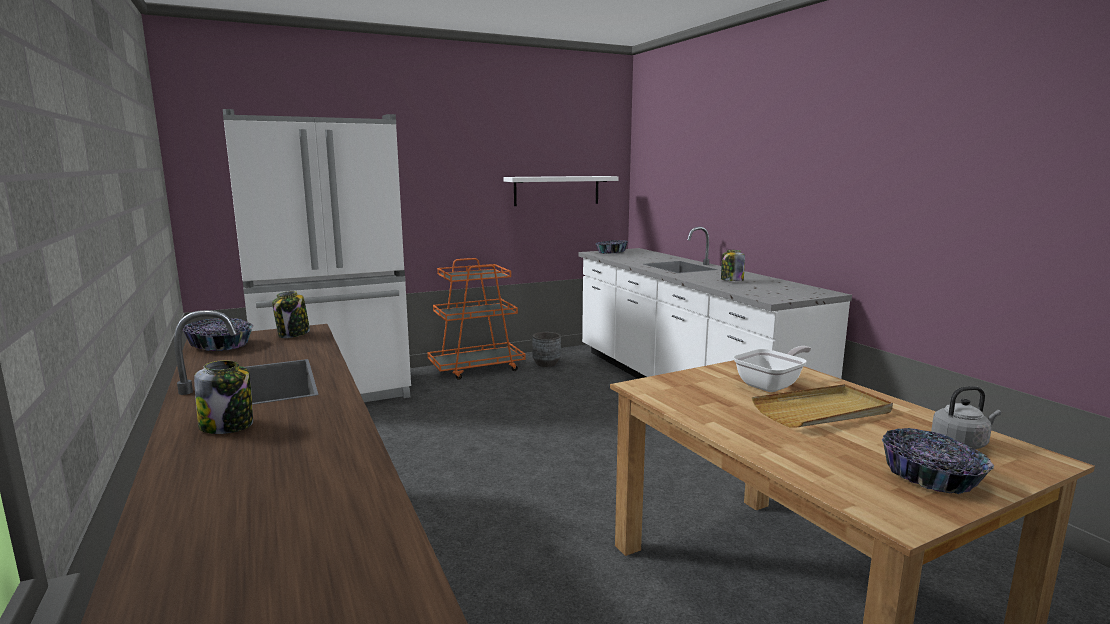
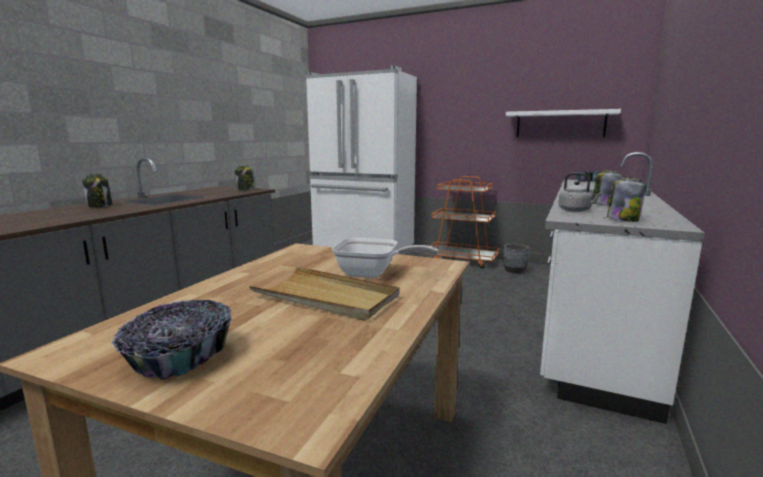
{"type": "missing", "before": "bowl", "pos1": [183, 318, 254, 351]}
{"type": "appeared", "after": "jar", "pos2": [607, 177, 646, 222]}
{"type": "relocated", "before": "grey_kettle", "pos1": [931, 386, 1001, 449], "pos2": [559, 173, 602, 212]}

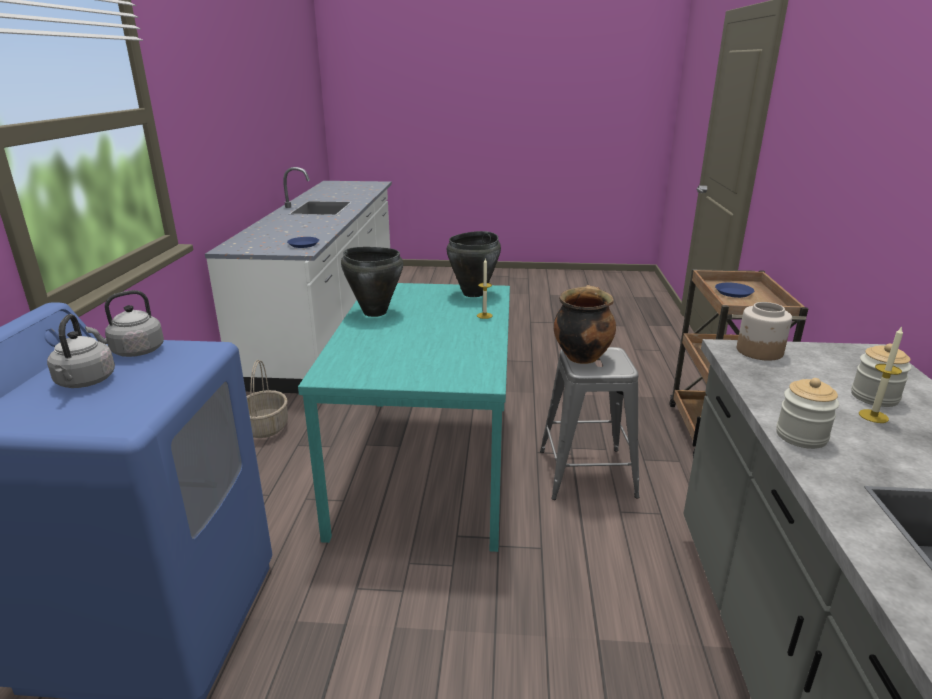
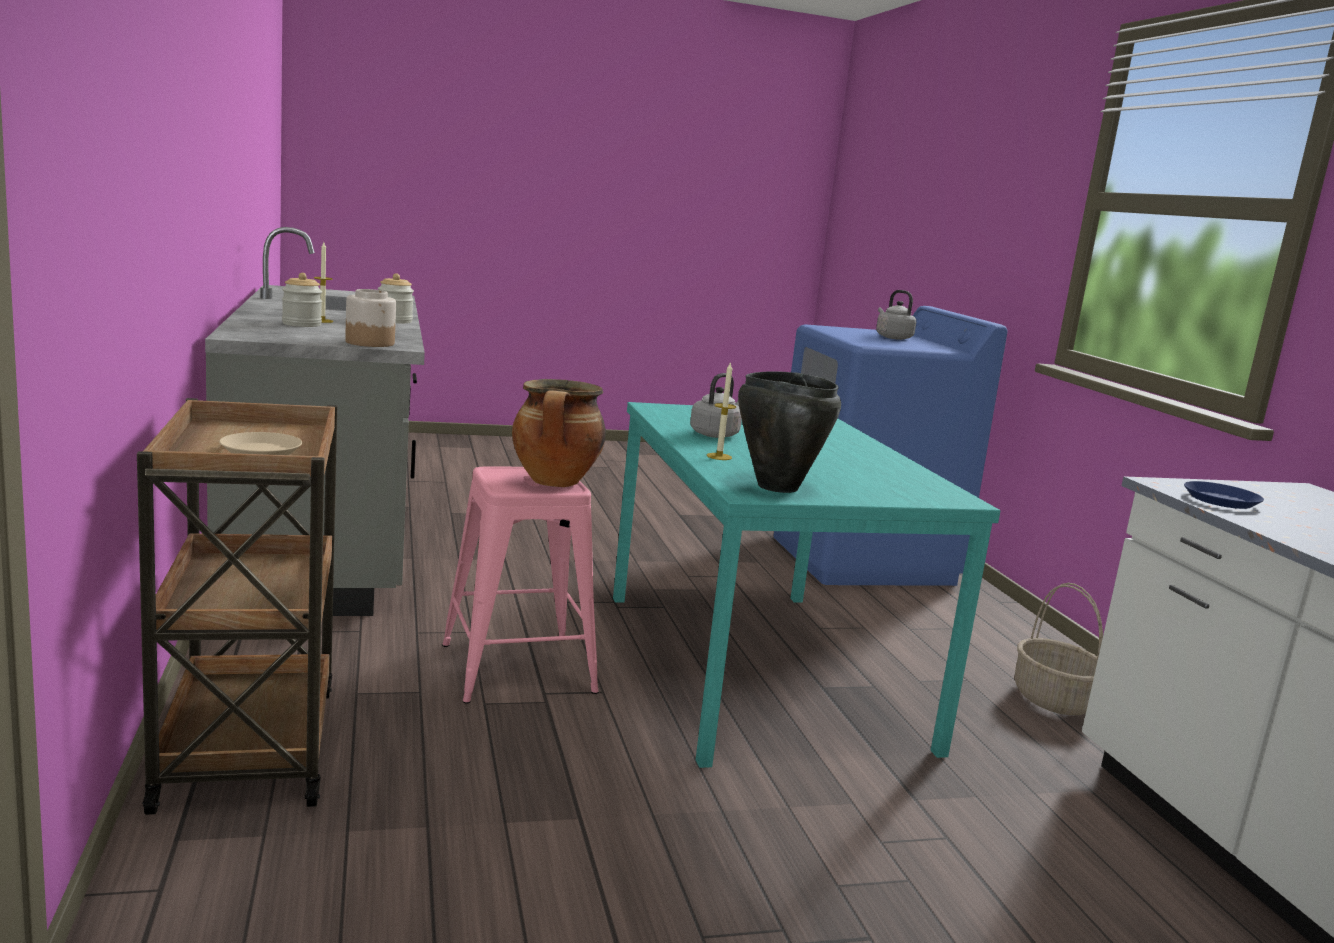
{"type": "missing", "before": "black_cooking_pot", "pos1": [341, 247, 403, 317]}
{"type": "relocated", "before": "grey_kettle", "pos1": [85, 290, 164, 357], "pos2": [690, 373, 742, 438]}
{"type": "colour", "before": "grey_stool", "after": "pink_stool", "pos1": [540, 347, 639, 500], "pos2": [442, 466, 599, 704]}
{"type": "colour", "before": "blue_plate", "after": "beige_plate", "pos1": [715, 283, 754, 298], "pos2": [219, 432, 302, 455]}

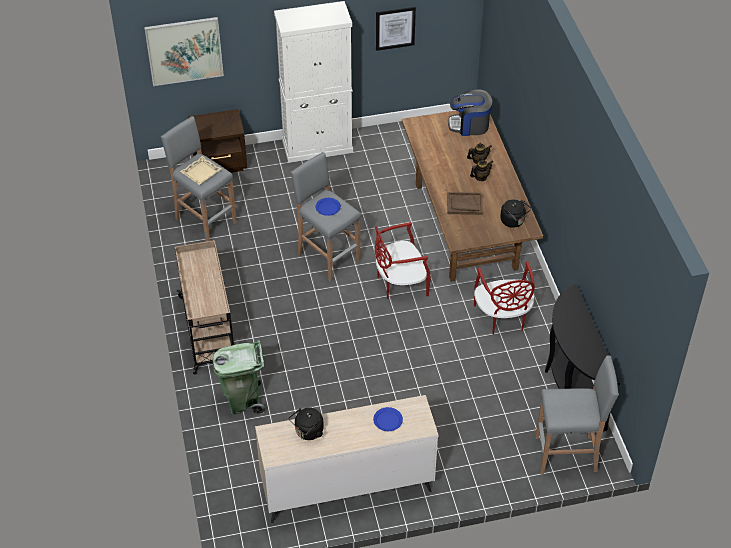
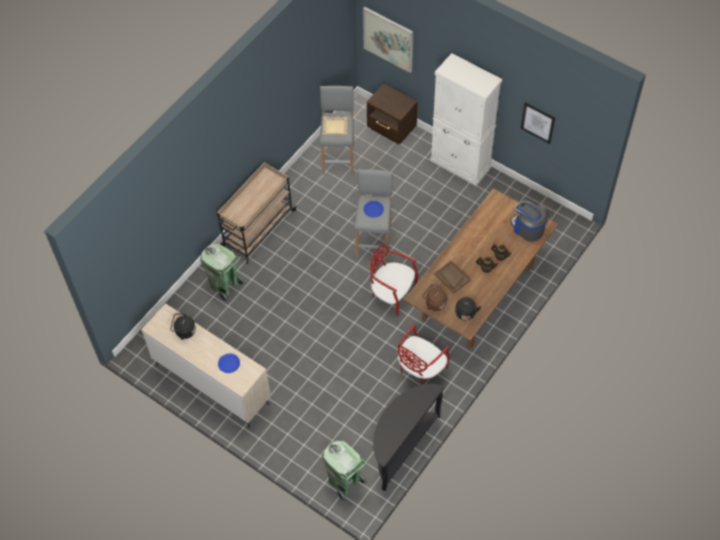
{"type": "appeared", "after": "brown_kettle", "pos2": [422, 283, 447, 311]}
{"type": "exchanged", "before": "grey_stool", "after": "green_trash_can", "pos1": [535, 355, 619, 475], "pos2": [322, 441, 368, 502]}

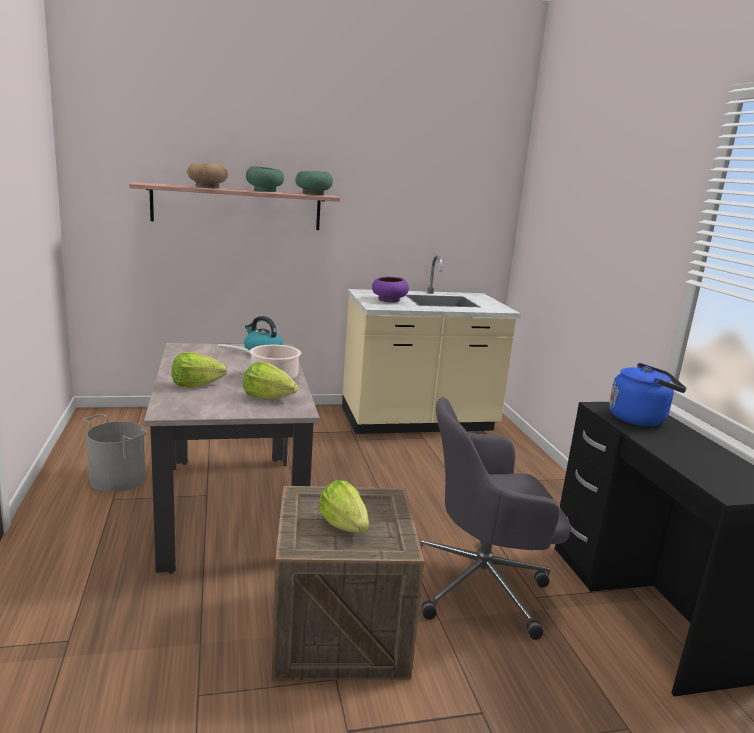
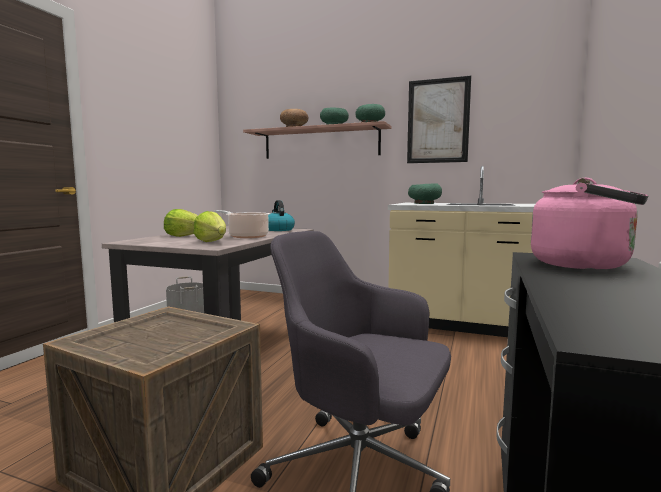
{"type": "missing", "before": "lettuce", "pos1": [319, 480, 369, 533]}
{"type": "appeared", "after": "picture", "pos2": [407, 76, 471, 163]}
{"type": "colour", "before": "purple_bowl", "after": "green_bowl", "pos1": [372, 277, 409, 303], "pos2": [408, 183, 442, 204]}
{"type": "colour", "before": "blue_kettle", "after": "pink_kettle", "pos1": [609, 363, 687, 426], "pos2": [531, 178, 649, 270]}

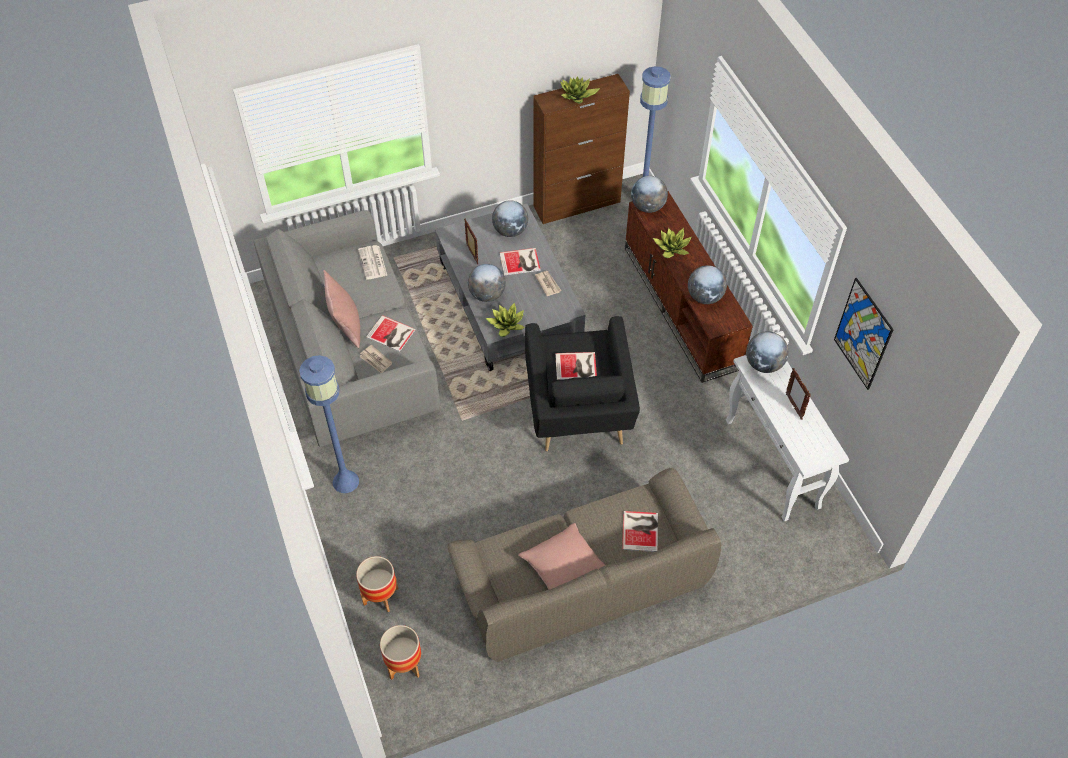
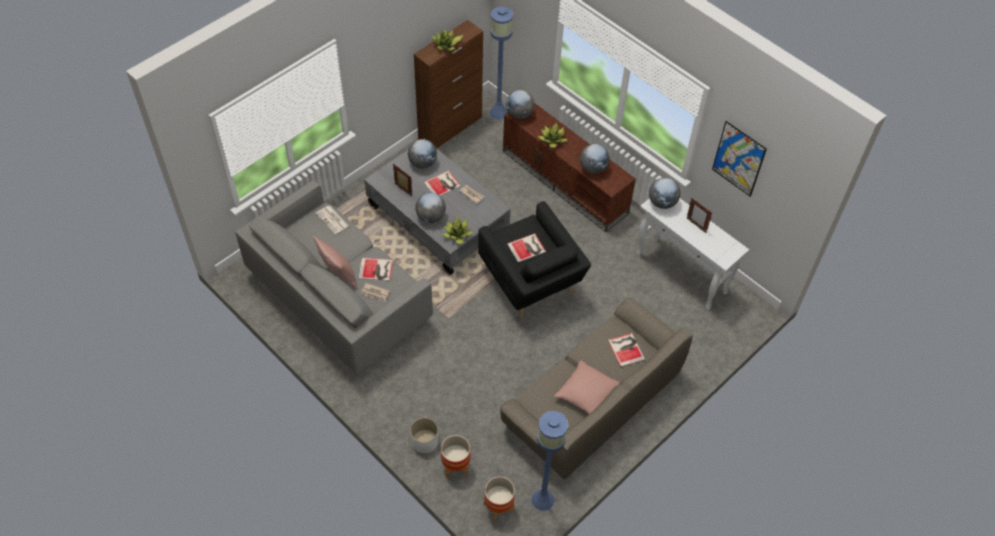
{"type": "appeared", "after": "white_planter", "pos2": [410, 418, 438, 453]}
{"type": "relocated", "before": "blue_floor_lamp", "pos1": [299, 355, 359, 493], "pos2": [531, 411, 568, 511]}

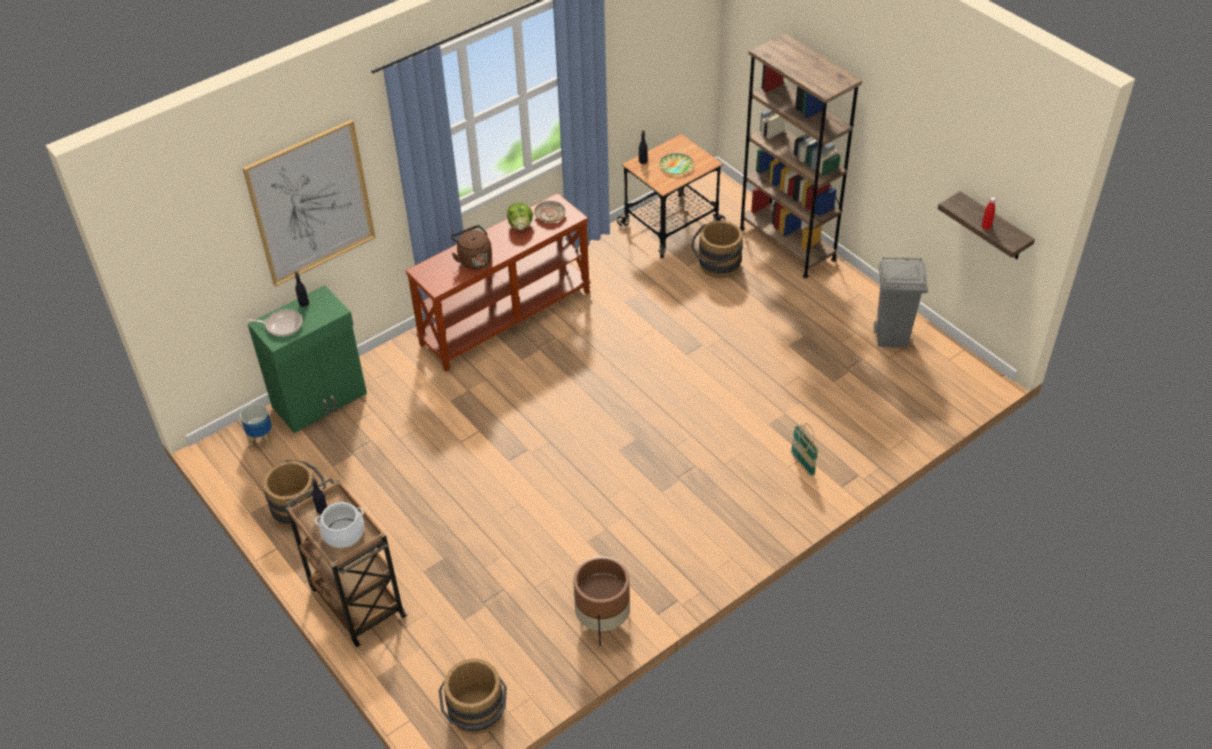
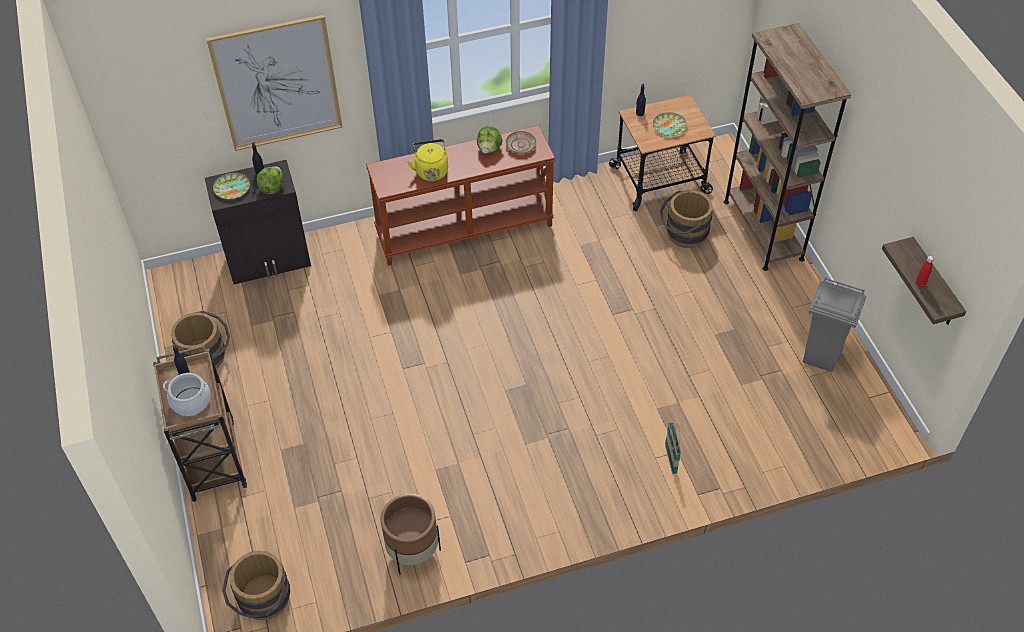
{"type": "missing", "before": "planter", "pos1": [240, 403, 273, 446]}
{"type": "appeared", "after": "lettuce", "pos2": [257, 167, 284, 194]}
{"type": "exchanged", "before": "frying_pan", "after": "plate", "pos1": [247, 309, 303, 337], "pos2": [213, 173, 250, 199]}
{"type": "colour", "before": "green_cabinet", "after": "black_cabinet", "pos1": [248, 285, 367, 433], "pos2": [205, 160, 311, 284]}
{"type": "colour", "before": "brown_kettle", "after": "yellow_kettle", "pos1": [451, 225, 492, 269], "pos2": [407, 139, 448, 181]}

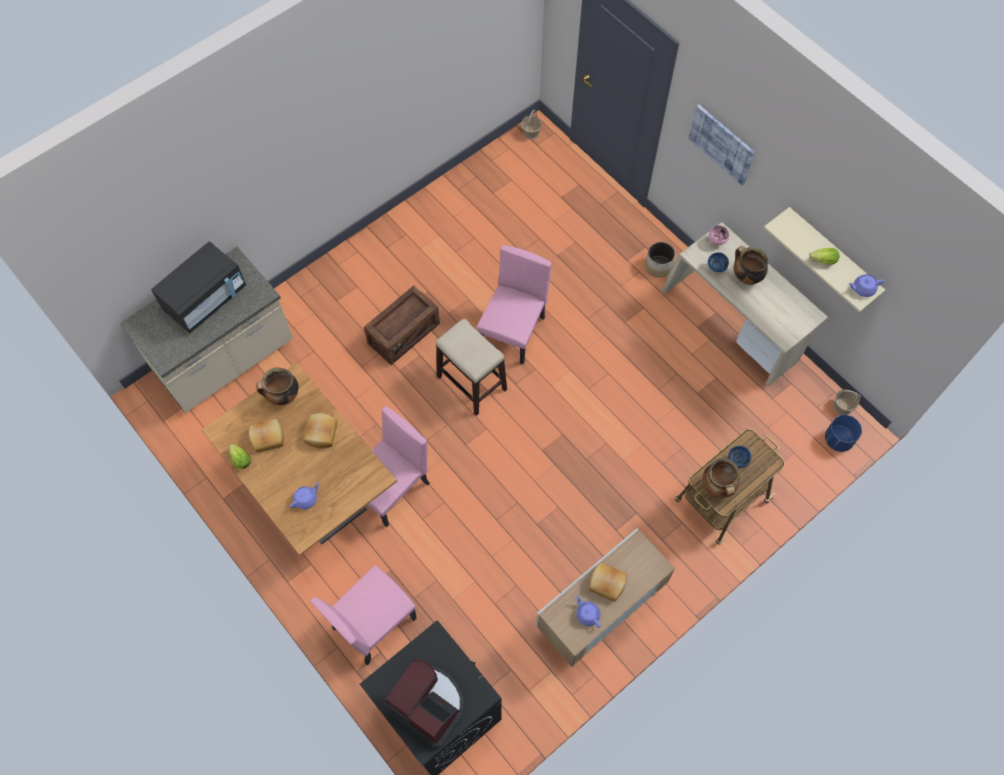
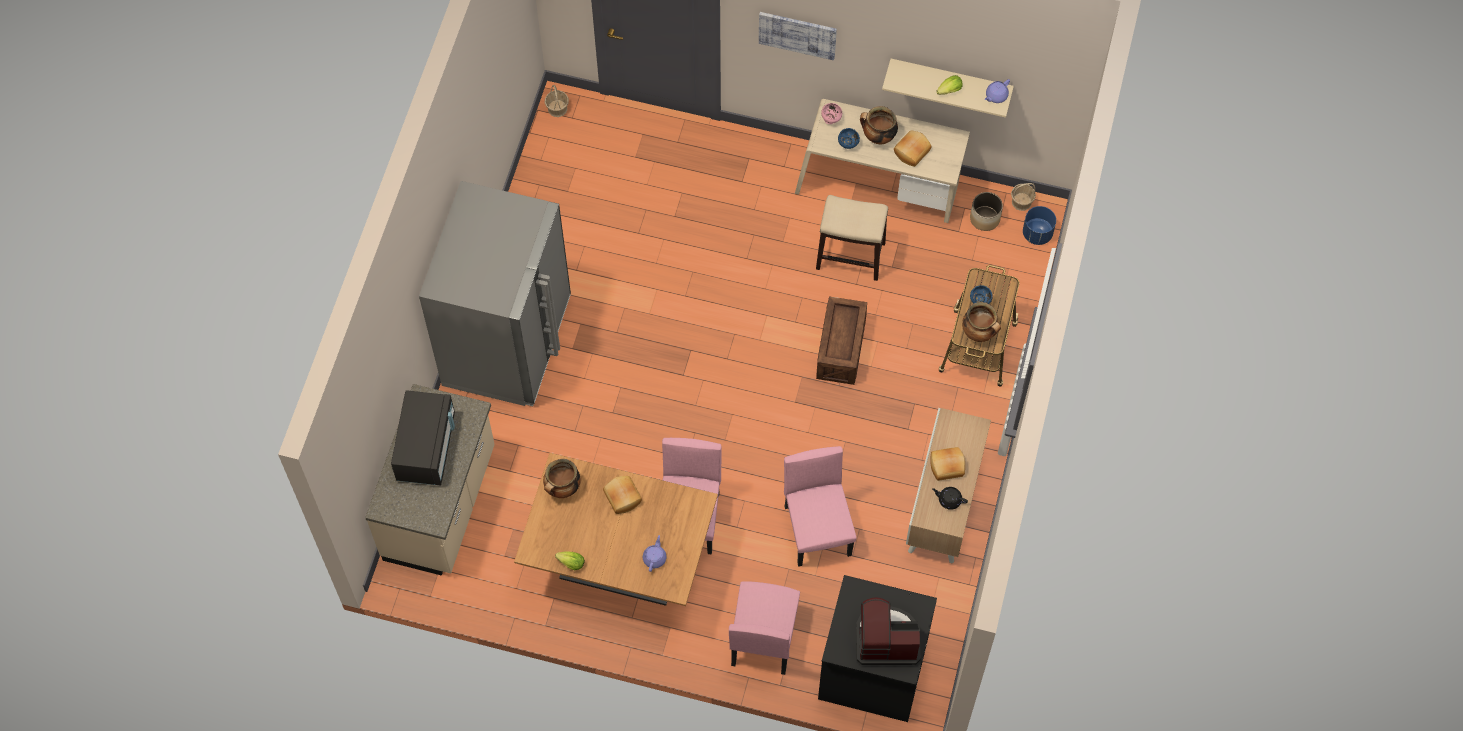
{"type": "appeared", "after": "grey_fridge", "pos2": [419, 181, 571, 406]}
{"type": "relocated", "before": "bread", "pos1": [249, 418, 284, 453], "pos2": [894, 131, 931, 167]}
{"type": "relocated", "before": "crate", "pos1": [364, 285, 440, 365], "pos2": [816, 296, 867, 385]}
{"type": "relocated", "before": "stool", "pos1": [436, 319, 507, 416], "pos2": [816, 195, 888, 281]}
{"type": "relocated", "before": "pink_chair", "pos1": [477, 245, 552, 364], "pos2": [784, 446, 856, 567]}
{"type": "relocated", "before": "planter", "pos1": [645, 242, 675, 277], "pos2": [970, 192, 1003, 231]}
{"type": "colour", "before": "purple_teapot", "after": "black_teapot", "pos1": [576, 595, 601, 628], "pos2": [932, 487, 968, 510]}

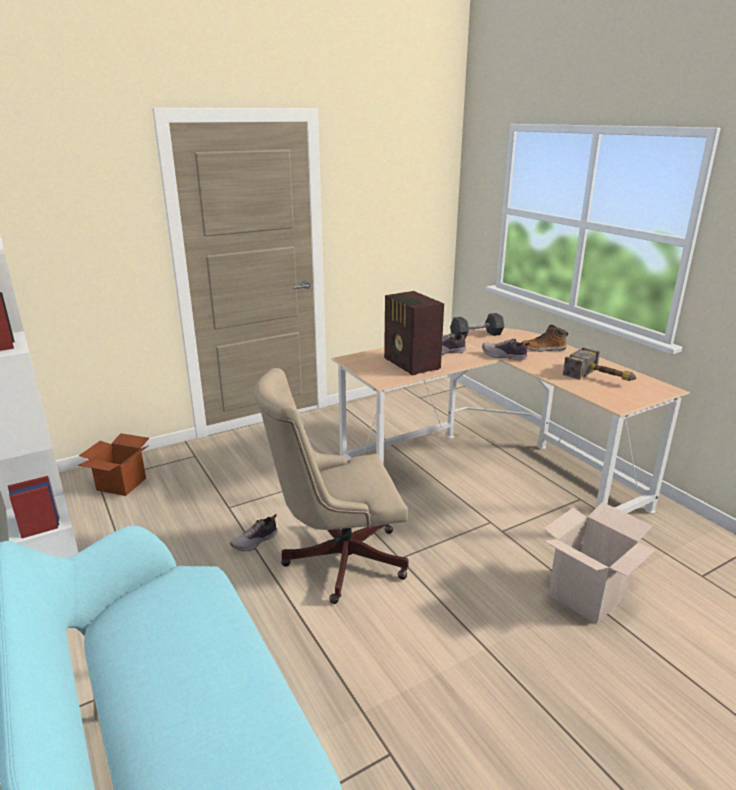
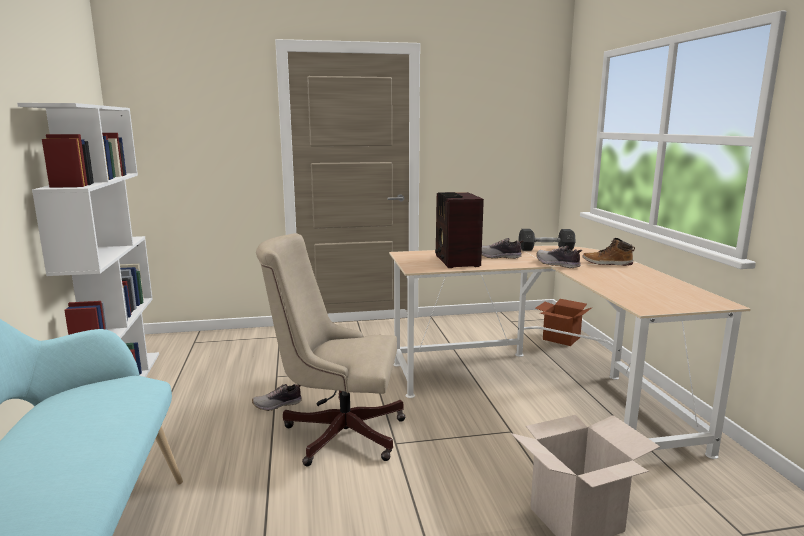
{"type": "missing", "before": "hammer", "pos1": [563, 347, 637, 381]}
{"type": "relocated", "before": "cardboard_box", "pos1": [78, 433, 149, 496], "pos2": [536, 299, 591, 346]}

